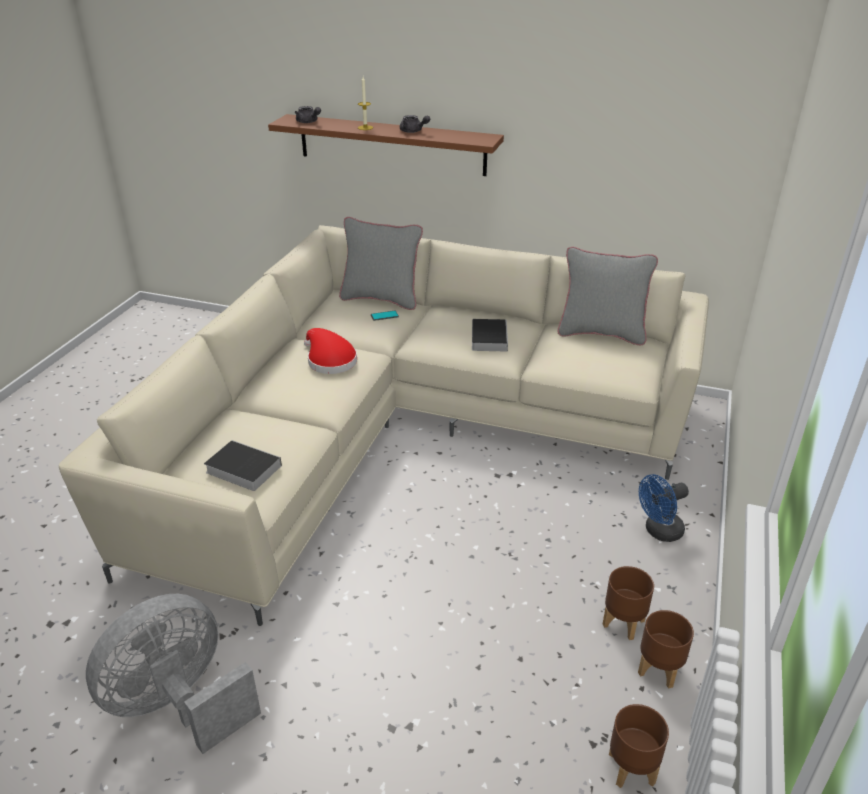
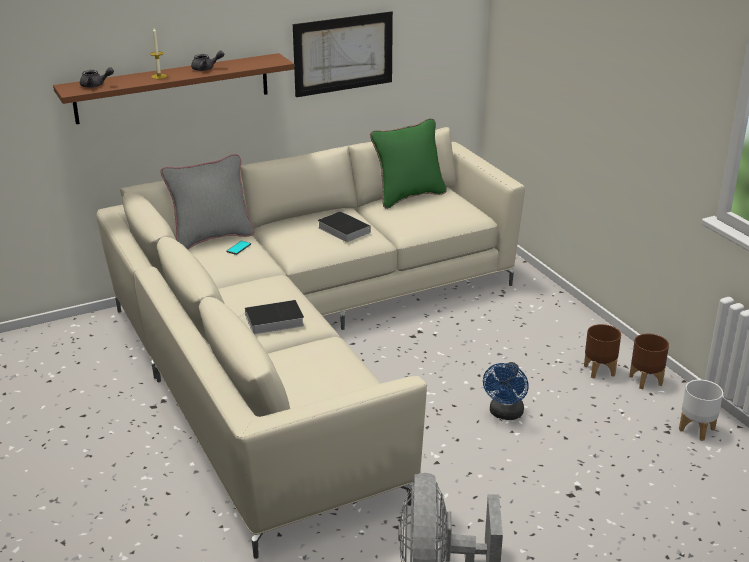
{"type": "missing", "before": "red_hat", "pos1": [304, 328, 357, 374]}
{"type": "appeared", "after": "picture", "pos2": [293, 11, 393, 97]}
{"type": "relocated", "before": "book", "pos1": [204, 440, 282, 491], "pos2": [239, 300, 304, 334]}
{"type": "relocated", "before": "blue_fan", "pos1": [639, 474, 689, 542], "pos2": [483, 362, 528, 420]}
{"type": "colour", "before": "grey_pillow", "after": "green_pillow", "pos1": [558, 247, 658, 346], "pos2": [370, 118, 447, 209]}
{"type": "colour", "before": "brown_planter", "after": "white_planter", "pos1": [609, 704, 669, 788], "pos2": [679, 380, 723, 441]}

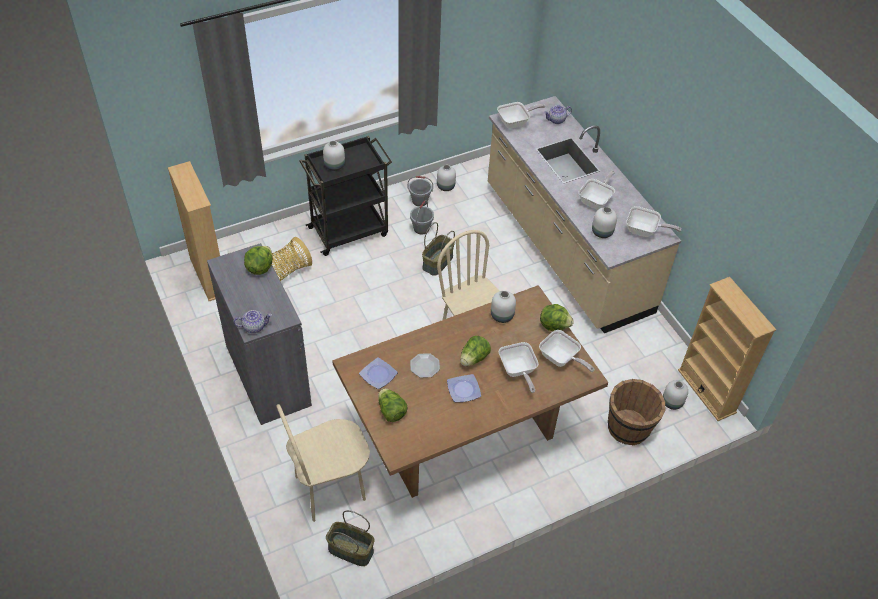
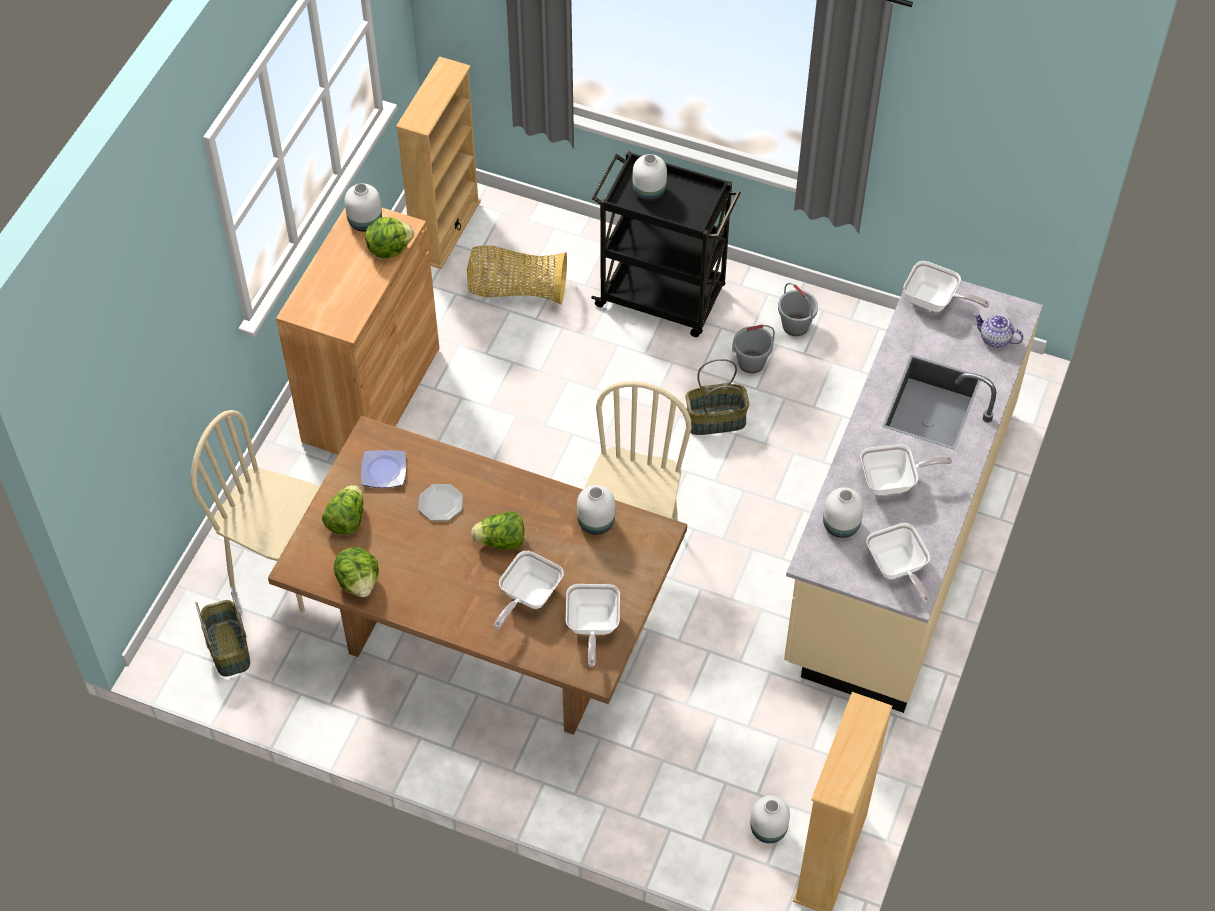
{"type": "missing", "before": "teapot", "pos1": [234, 310, 272, 333]}
{"type": "missing", "before": "plate", "pos1": [447, 374, 481, 402]}
{"type": "missing", "before": "brown_bucket", "pos1": [608, 379, 665, 446]}
{"type": "relocated", "before": "white_vase", "pos1": [437, 165, 456, 191], "pos2": [345, 183, 382, 232]}
{"type": "relocated", "before": "lettuce", "pos1": [540, 304, 573, 331], "pos2": [334, 548, 379, 597]}
{"type": "colour", "before": "grey_cabinet", "after": "brown_cabinet", "pos1": [207, 243, 312, 425], "pos2": [276, 207, 439, 455]}

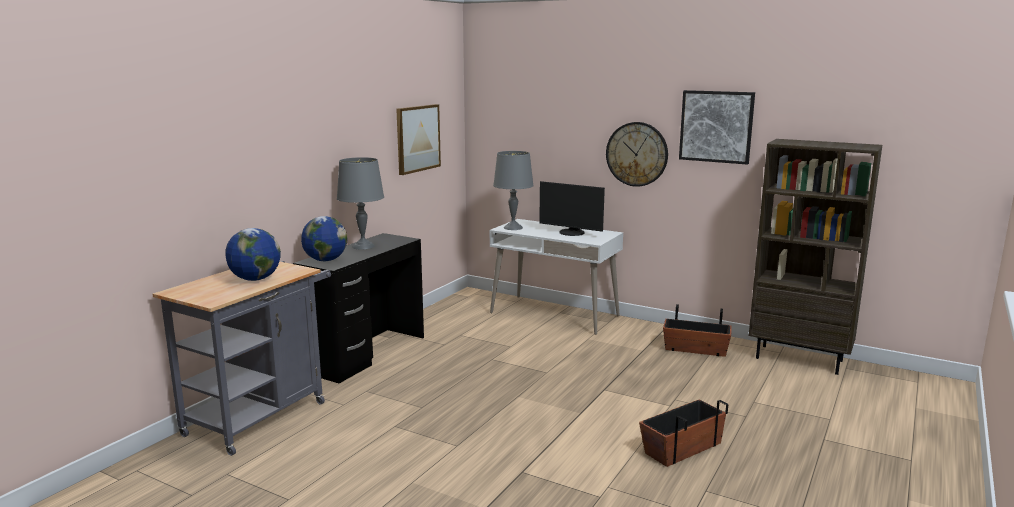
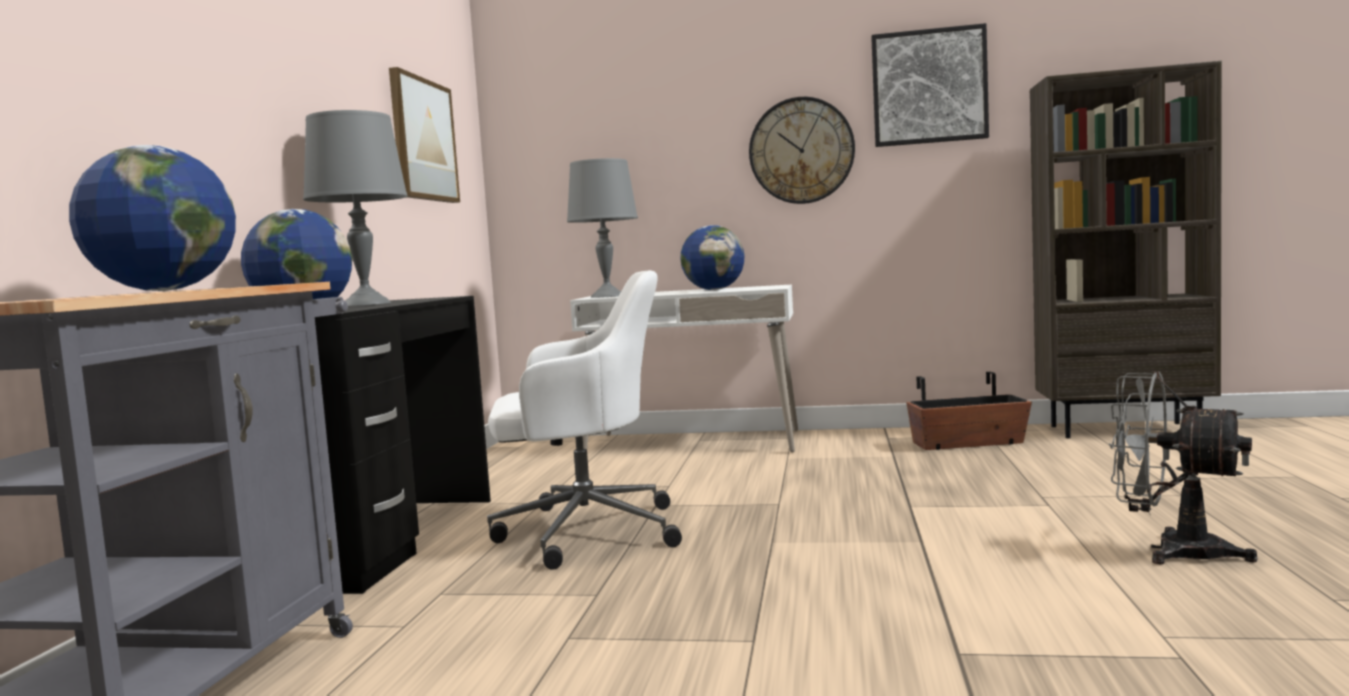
{"type": "appeared", "after": "white_office_chair", "pos2": [487, 270, 682, 570]}
{"type": "exchanged", "before": "monitor", "after": "globe", "pos1": [539, 181, 605, 236], "pos2": [680, 225, 744, 290]}
{"type": "exchanged", "before": "planter", "after": "grey_fan", "pos1": [639, 400, 728, 467], "pos2": [1109, 371, 1257, 565]}

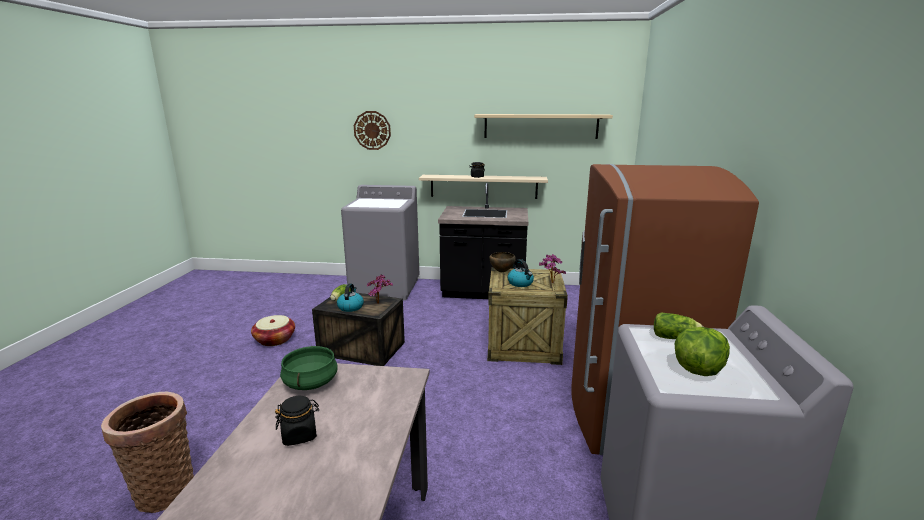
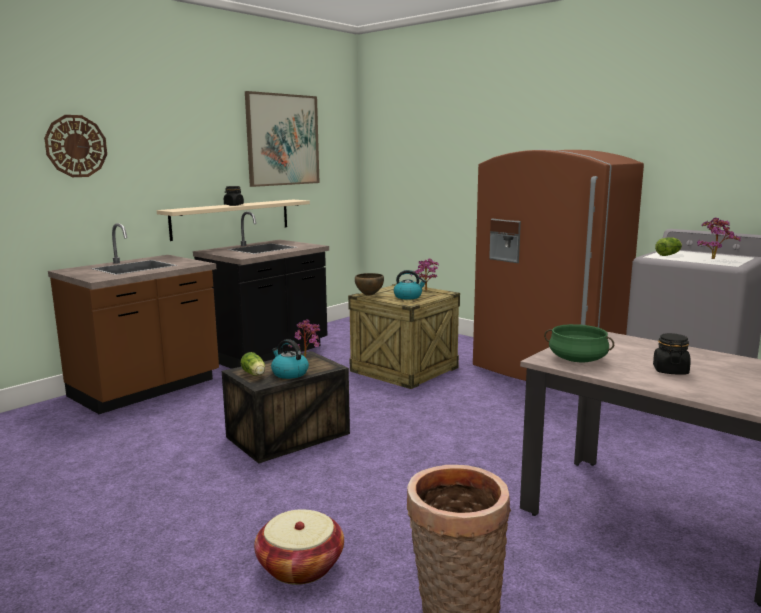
{"type": "relocated", "before": "basket", "pos1": [251, 315, 295, 346], "pos2": [254, 509, 344, 585]}
{"type": "exchanged", "before": "grey_washing_machine", "after": "brown_counter", "pos1": [341, 185, 419, 300], "pos2": [48, 223, 219, 414]}
{"type": "exchanged", "before": "beige_shelf", "after": "picture", "pos1": [474, 114, 613, 139], "pos2": [245, 91, 320, 187]}
{"type": "exchanged", "before": "lettuce", "after": "potted_plant", "pos1": [674, 327, 730, 376], "pos2": [697, 218, 741, 259]}

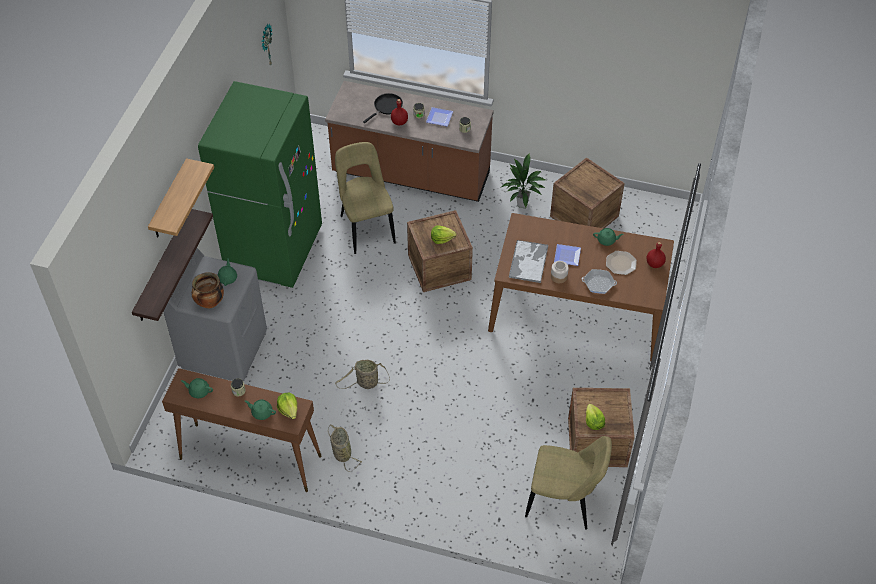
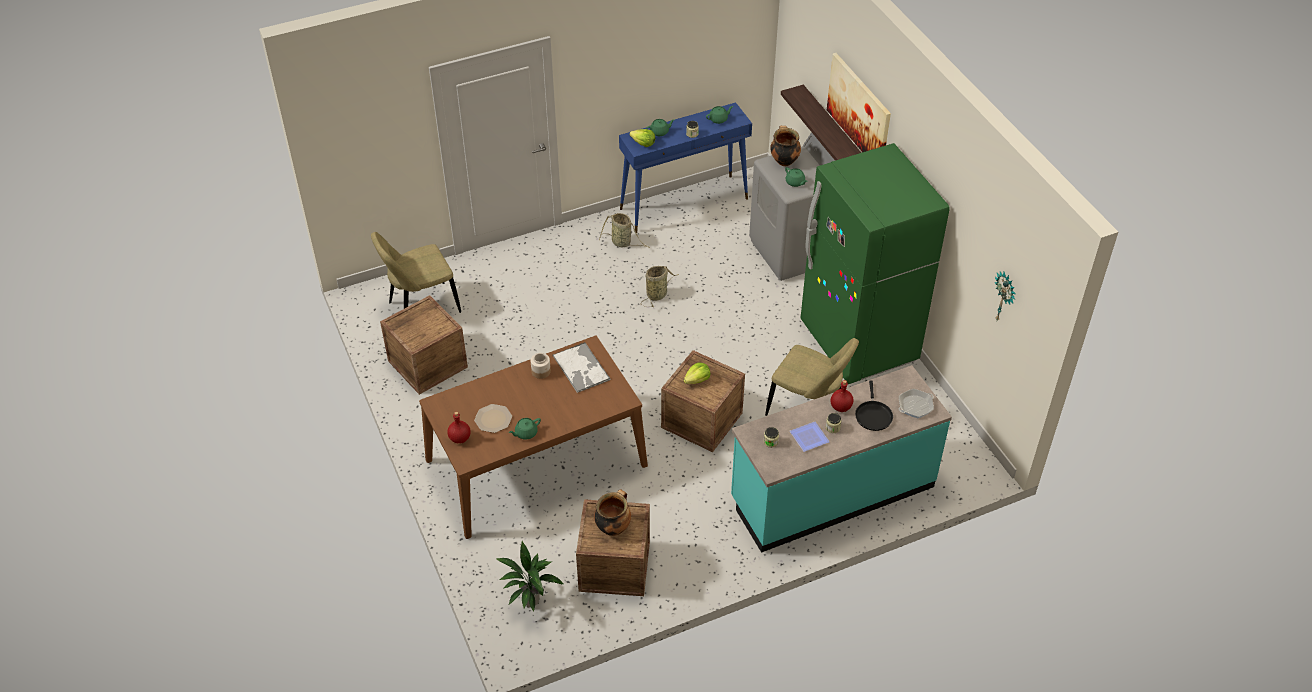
{"type": "missing", "before": "plate", "pos1": [554, 244, 581, 266]}
{"type": "missing", "before": "lettuce", "pos1": [586, 404, 605, 430]}
{"type": "appeared", "after": "cooking_pot", "pos2": [594, 489, 631, 536]}
{"type": "relocated", "before": "potted_plant", "pos1": [502, 153, 545, 209], "pos2": [495, 541, 564, 612]}
{"type": "relocated", "before": "frying_pan", "pos1": [582, 269, 617, 294], "pos2": [898, 389, 934, 418]}
{"type": "exchanged", "before": "shelf", "after": "picture", "pos1": [148, 158, 214, 238], "pos2": [827, 53, 891, 152]}
{"type": "colour", "before": "brown_console_table", "after": "blue_console_table", "pos1": [162, 368, 322, 492], "pos2": [619, 102, 752, 233]}
{"type": "colour", "before": "brown_counter", "after": "turquoise_counter", "pos1": [325, 81, 494, 202], "pos2": [731, 365, 952, 553]}

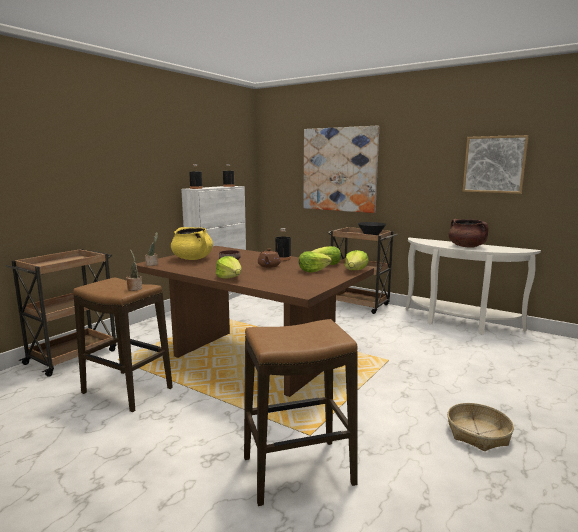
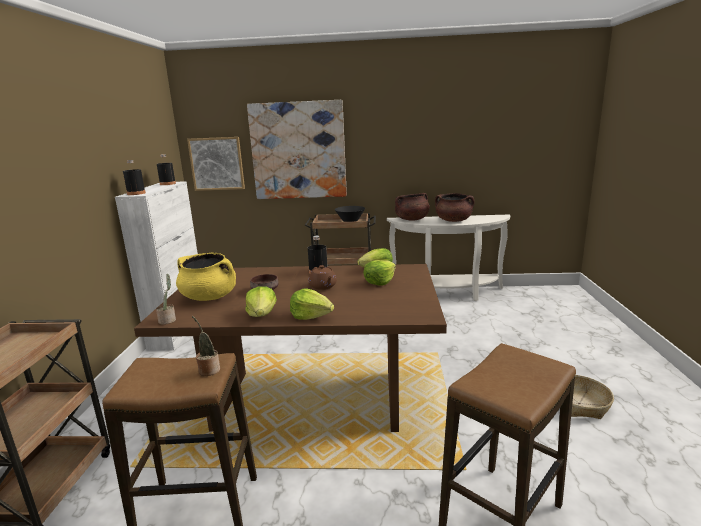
{"type": "appeared", "after": "brown_cooking_pot", "pos2": [395, 193, 430, 220]}
{"type": "relocated", "before": "lettuce", "pos1": [345, 250, 369, 270], "pos2": [245, 286, 277, 317]}
{"type": "relocated", "before": "picture", "pos1": [462, 135, 529, 194], "pos2": [187, 137, 245, 191]}

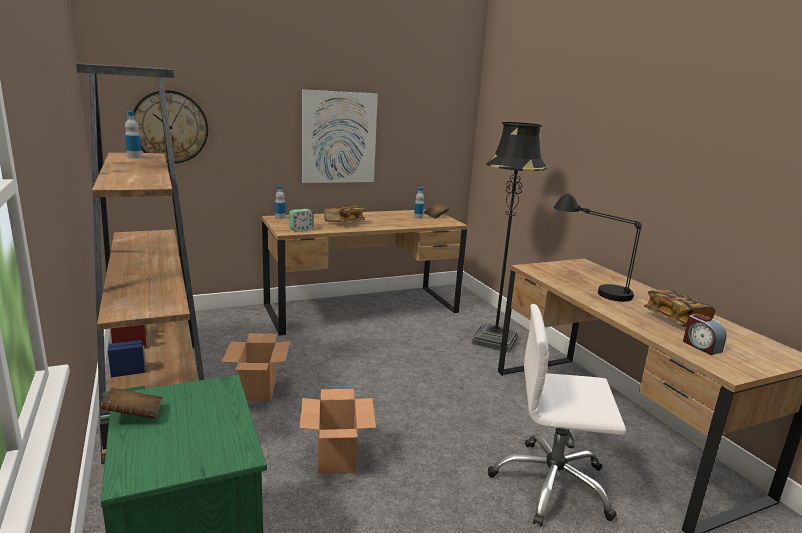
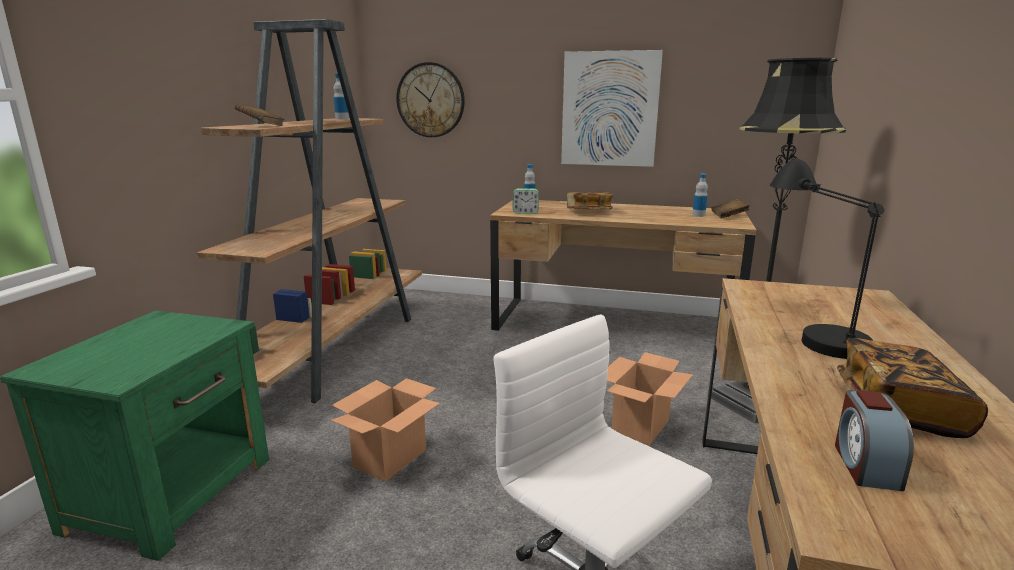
{"type": "relocated", "before": "brown_book", "pos1": [100, 388, 163, 419], "pos2": [235, 104, 285, 126]}
{"type": "relocated", "before": "cardboard_box", "pos1": [221, 333, 290, 401], "pos2": [607, 352, 693, 446]}

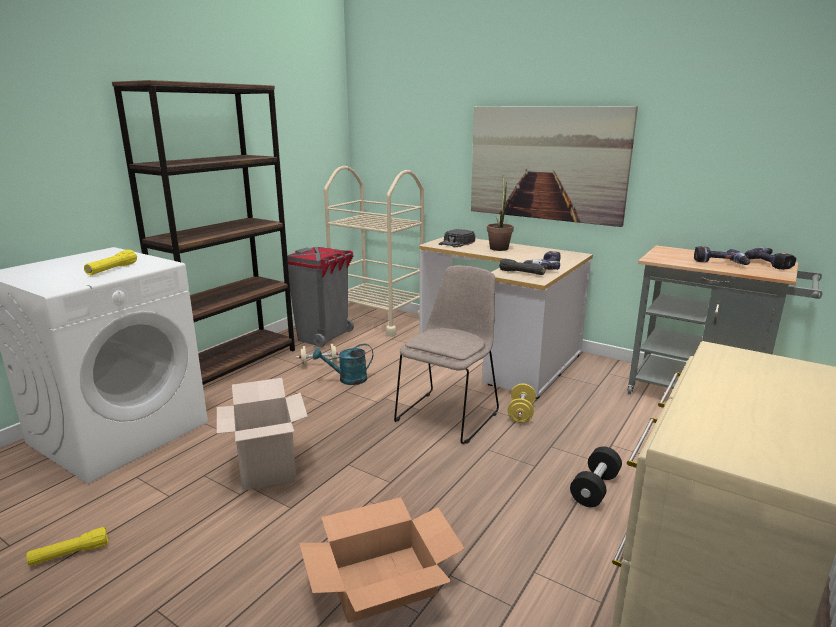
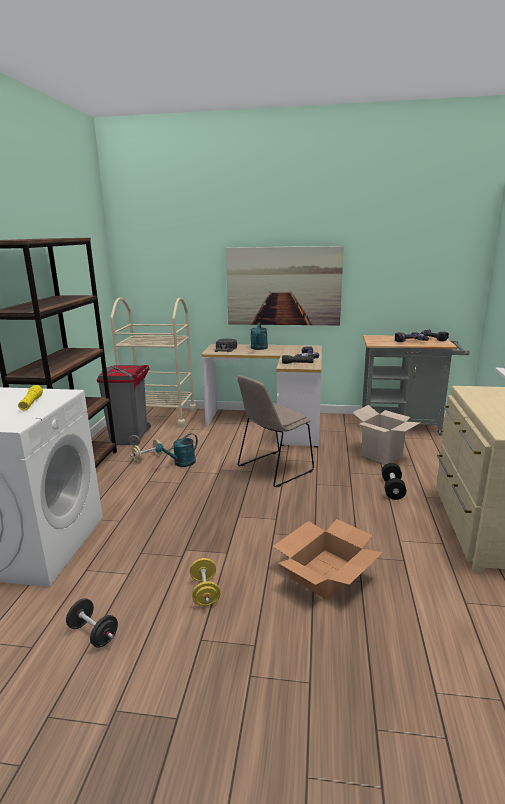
{"type": "relocated", "before": "cardboard_box", "pos1": [217, 378, 308, 491], "pos2": [352, 405, 420, 465]}
{"type": "relocated", "before": "yellow_dumbbell", "pos1": [508, 384, 536, 423], "pos2": [190, 558, 220, 606]}
{"type": "exchanged", "before": "yellow_flashlight", "after": "black_dumbbell", "pos1": [27, 527, 109, 566], "pos2": [66, 598, 118, 648]}
{"type": "exchanged", "before": "potted_plant", "after": "turquoise_watering_can", "pos1": [487, 175, 514, 251], "pos2": [251, 322, 268, 350]}
{"type": "spun", "before": "beige_chair", "pos1": [394, 266, 499, 444], "pos2": [237, 375, 314, 487], "turn": -135}

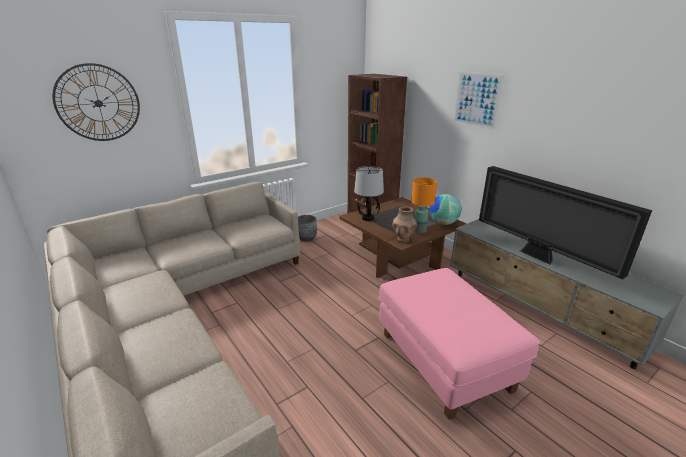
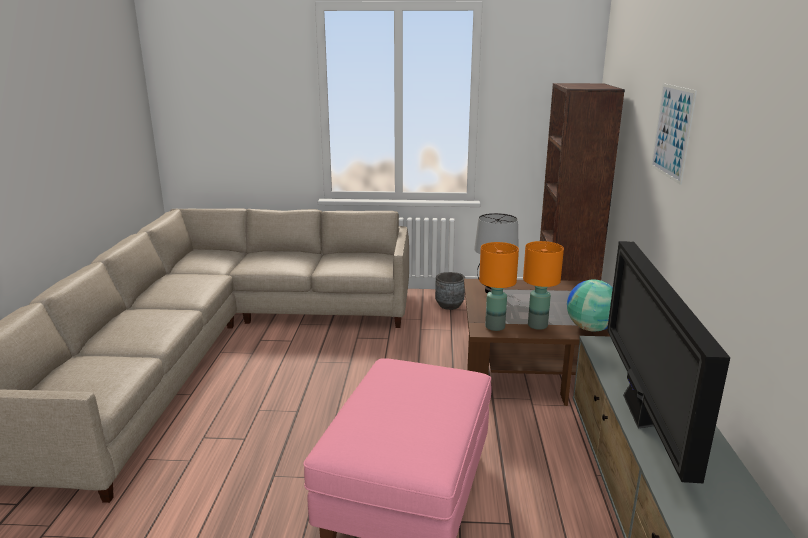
{"type": "missing", "before": "wall_clock", "pos1": [52, 63, 140, 141]}
{"type": "exchanged", "before": "brown_vase", "after": "orange_table_lamp", "pos1": [393, 206, 417, 243], "pos2": [479, 242, 519, 331]}

